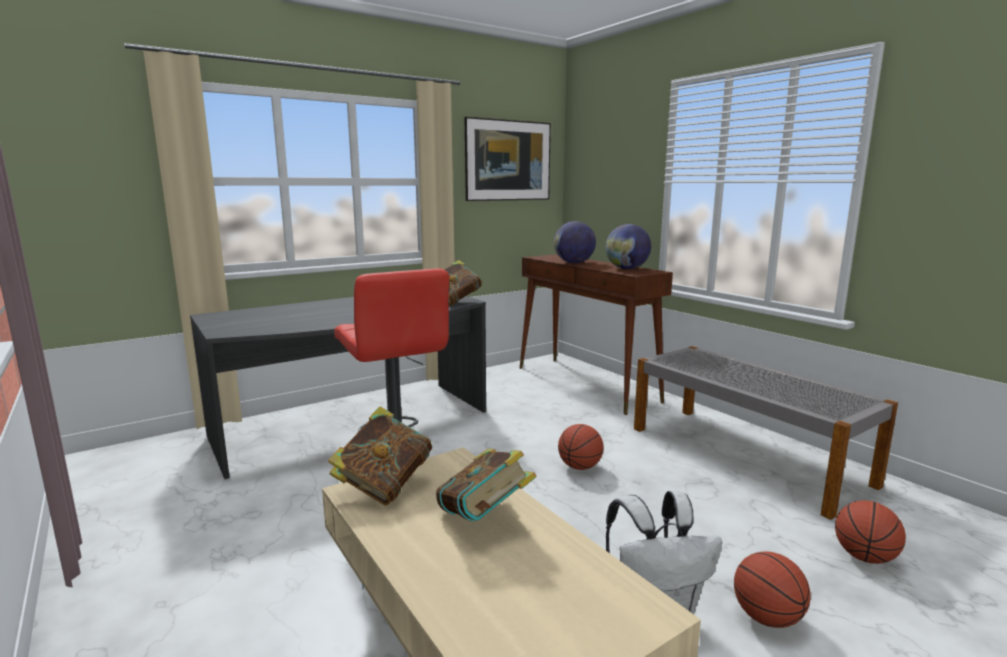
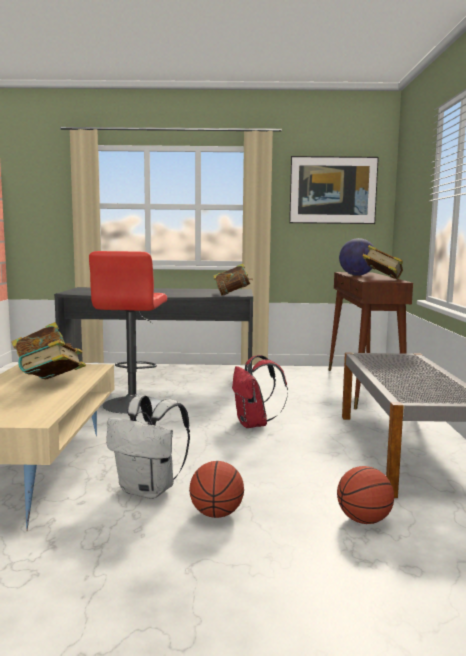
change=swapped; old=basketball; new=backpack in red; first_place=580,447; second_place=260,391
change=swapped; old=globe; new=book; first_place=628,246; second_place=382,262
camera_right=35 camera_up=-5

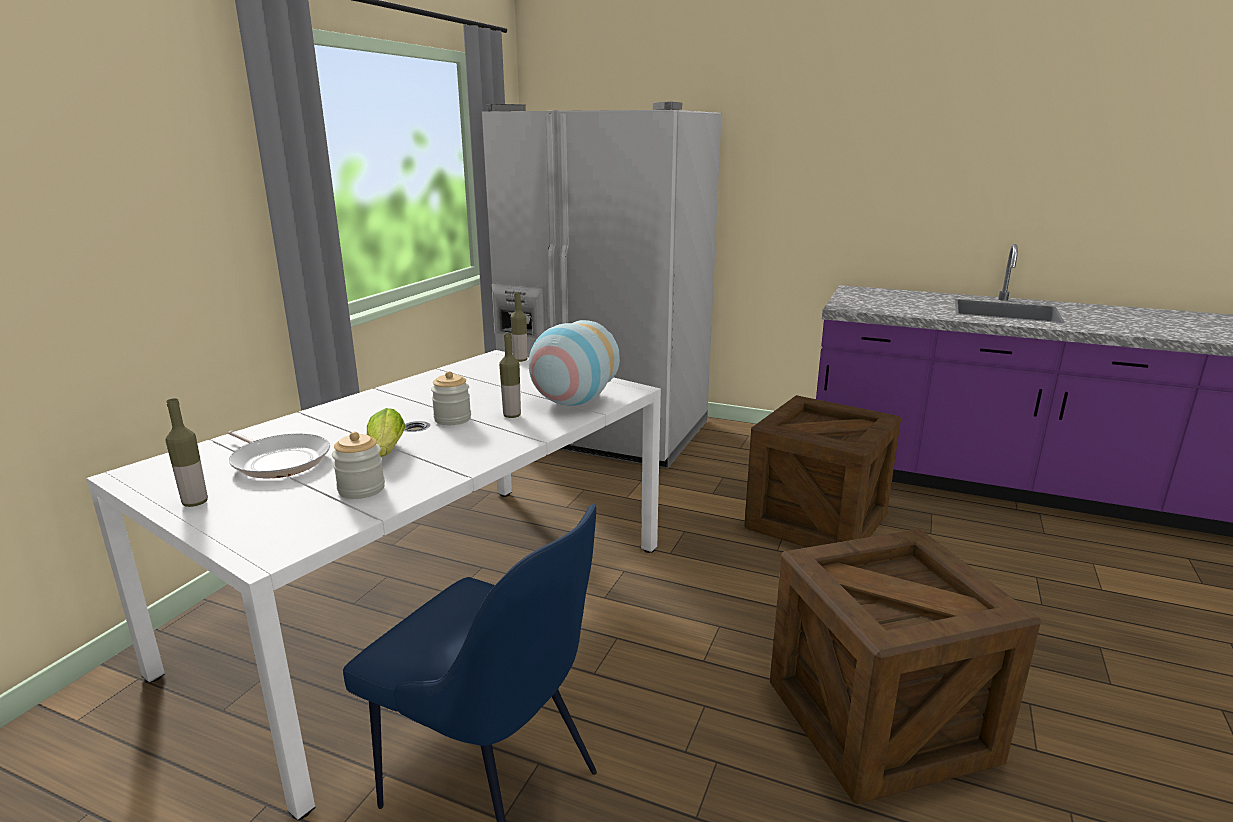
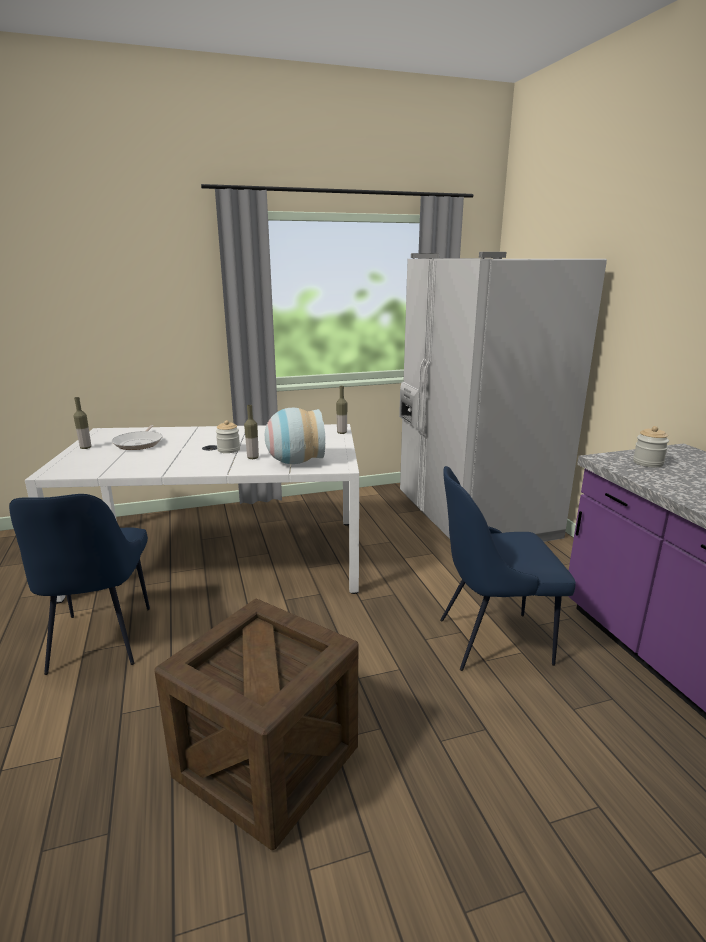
change=swapped; old=crate; new=chair in blue; first_place=822,471; second_place=508,568
change=shifted; old=jar; first_place=358,465; second_place=651,446
change=gone; old=lettuce; first_place=386,432
camera_right=50 camera_up=0

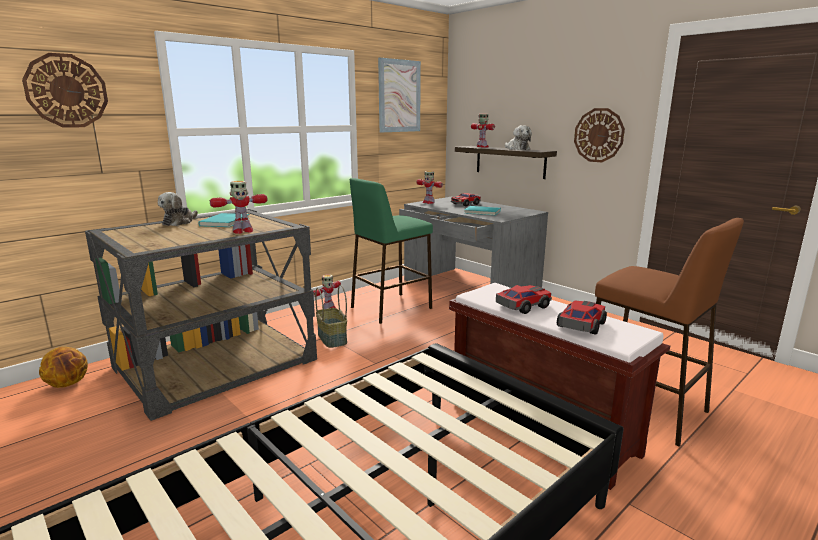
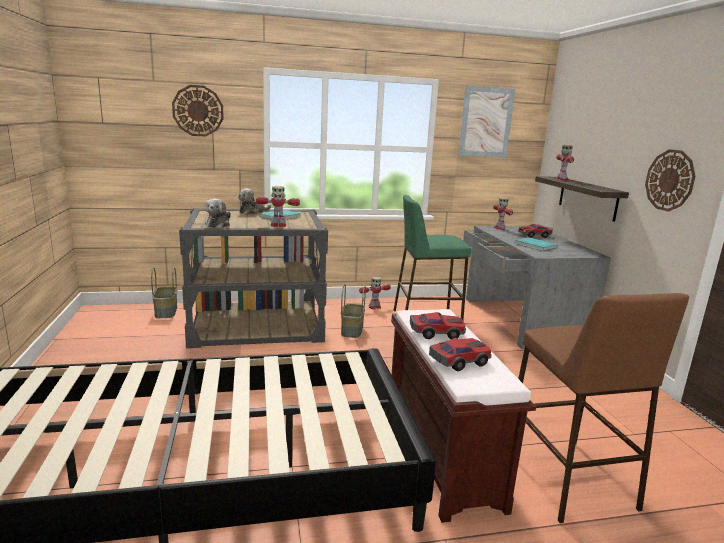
change=swapped; old=basketball; new=basket; first_place=63,367; second_place=164,292
change=shifted; old=plush toy; first_place=518,137; second_place=218,213
camera_right=30 camera_up=0

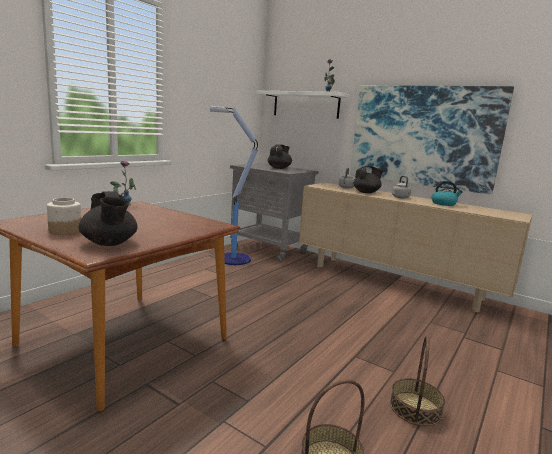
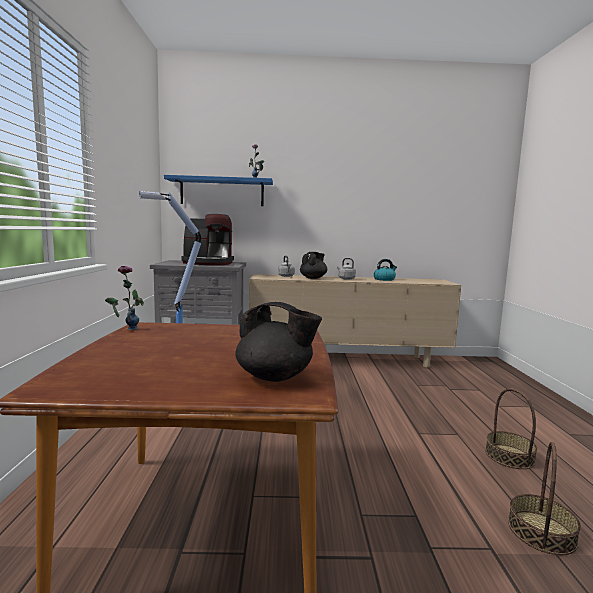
change=repainted; old=shelf in white; new=shelf in blue; first_place=303,105; second_place=218,190
change=swapped; old=teapot in black; new=coffee machine; first_place=280,156; second_place=207,239
change=gone; old=jar; first_place=64,216
change=gone; old=picture; first_place=432,140
camera_right=-35 camera_up=-5

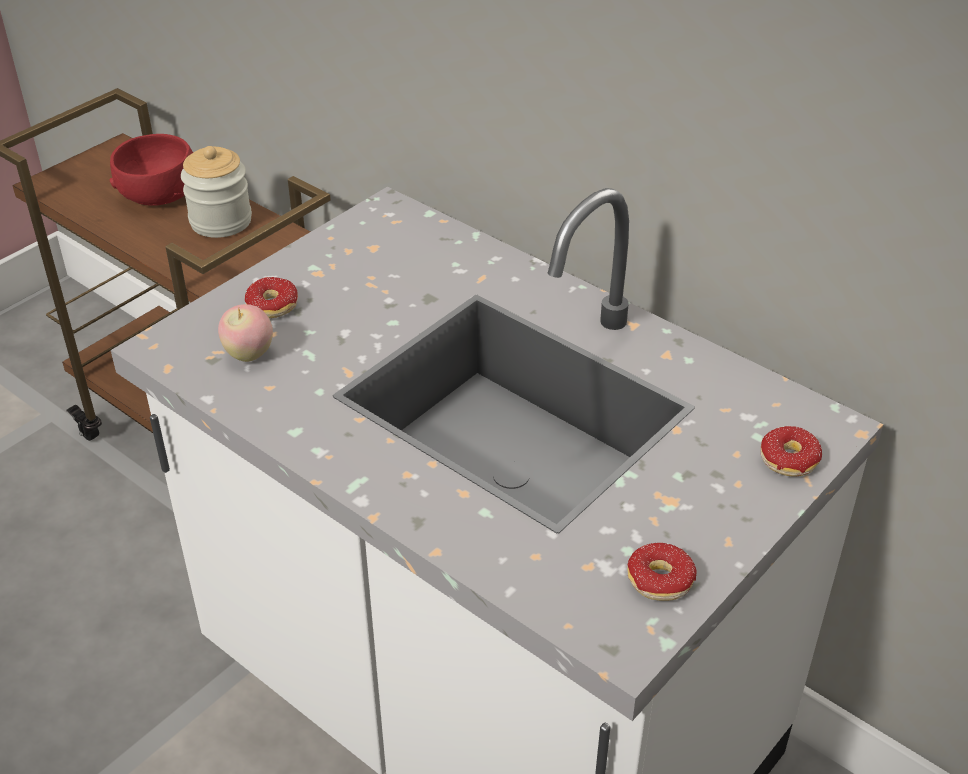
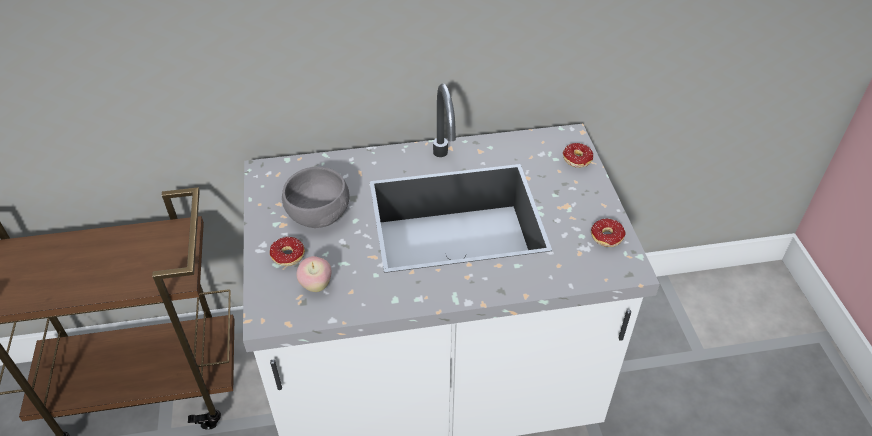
change=new; new=bowl in grey; second_place=316,197
change=gone; old=bowl in red; first_place=151,170
change=gone; old=jar; first_place=216,192
camera_right=-50 camera_up=5

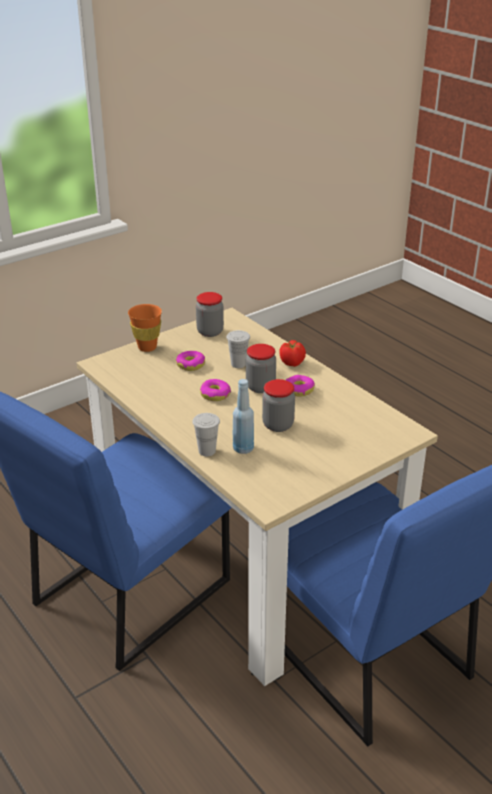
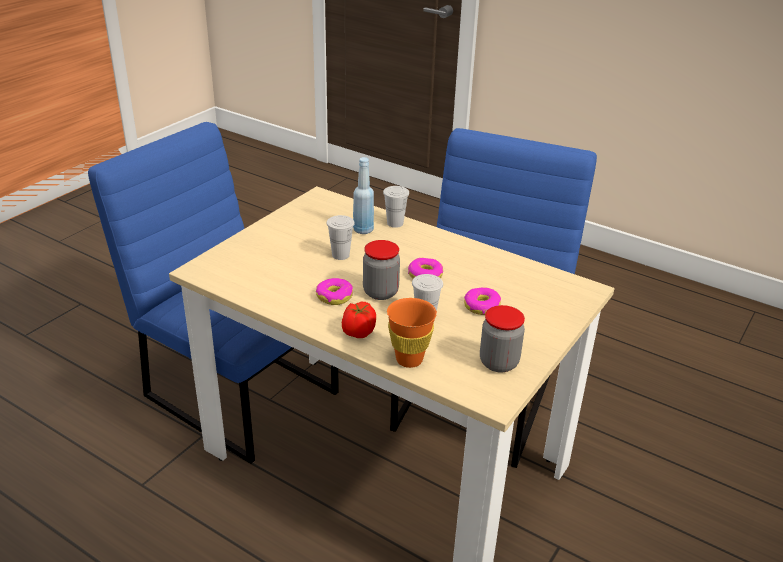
change=swapped; old=jar; new=cup in white; first_place=278,405; second_place=340,237
change=shifted; old=cup in orange; first_place=145,328; second_place=412,333
camera_right=160 camera_up=0

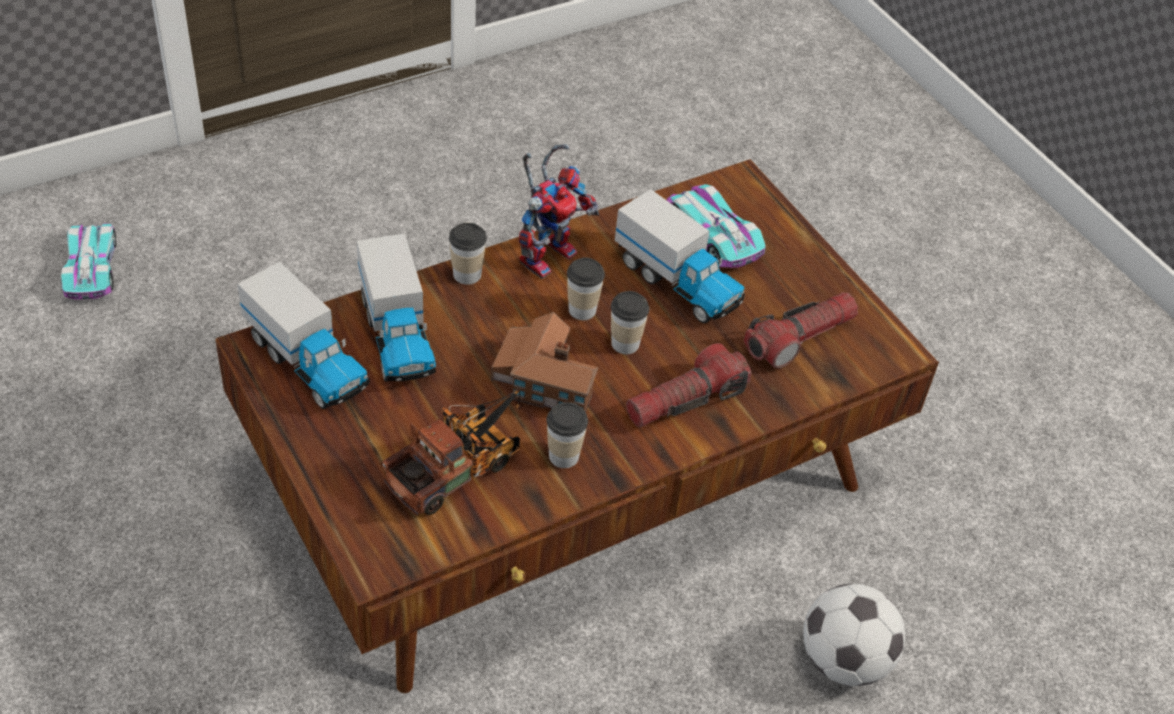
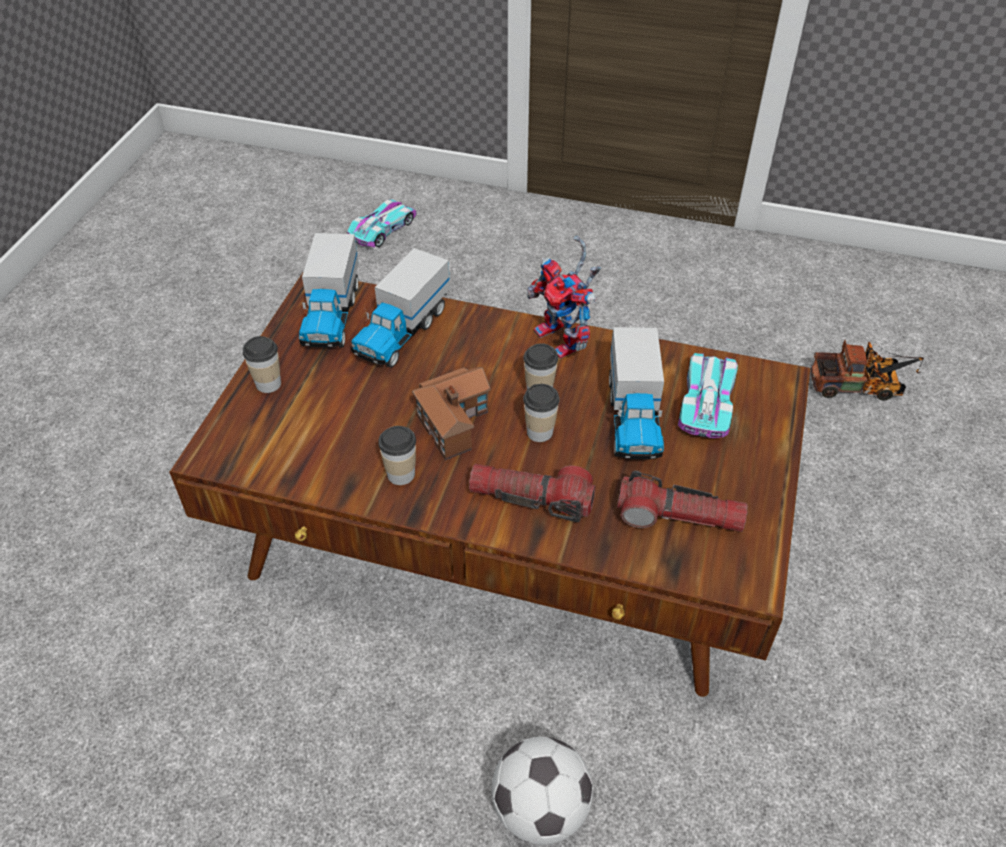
change=shifted; old=cup; first_place=468,254; second_place=262,364
change=rotated; old=toy robot; first_place=559,211; second_place=564,297; degrees=60
change=shifted; old=toy truck; first_place=451,452; second_place=867,370
camera_right=50 camera_up=0

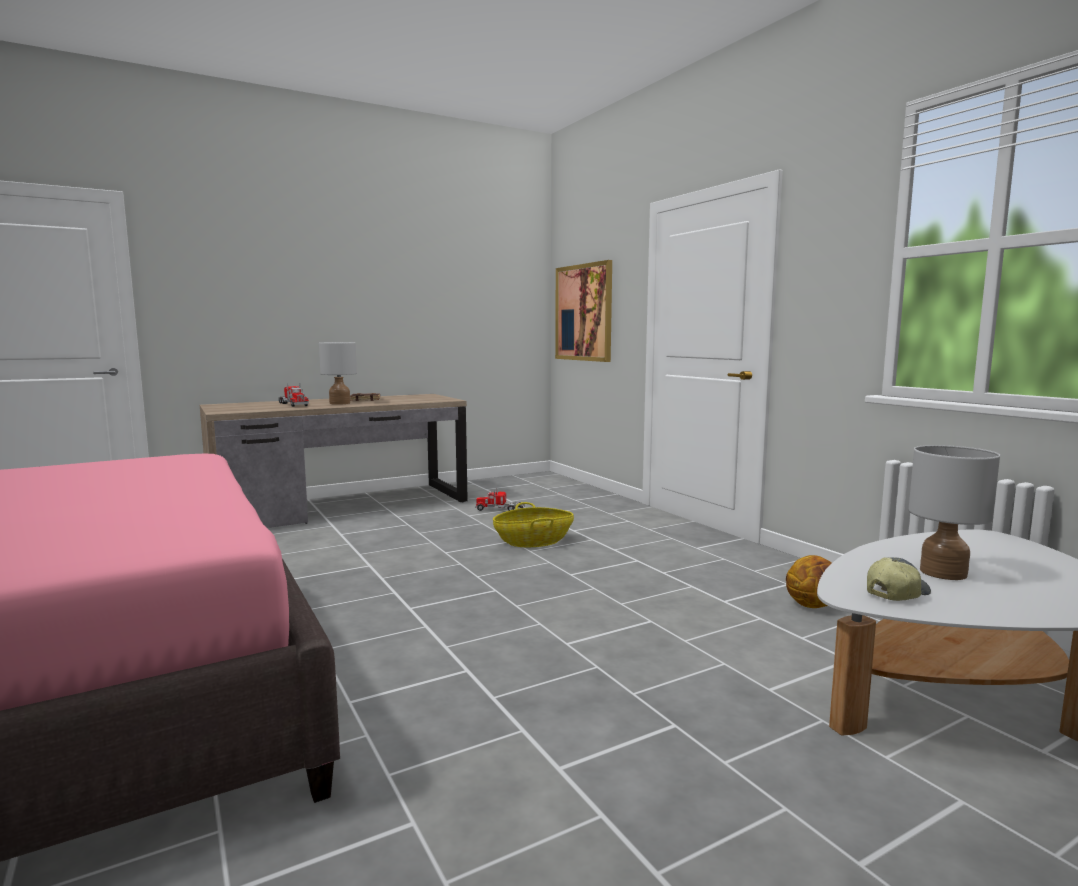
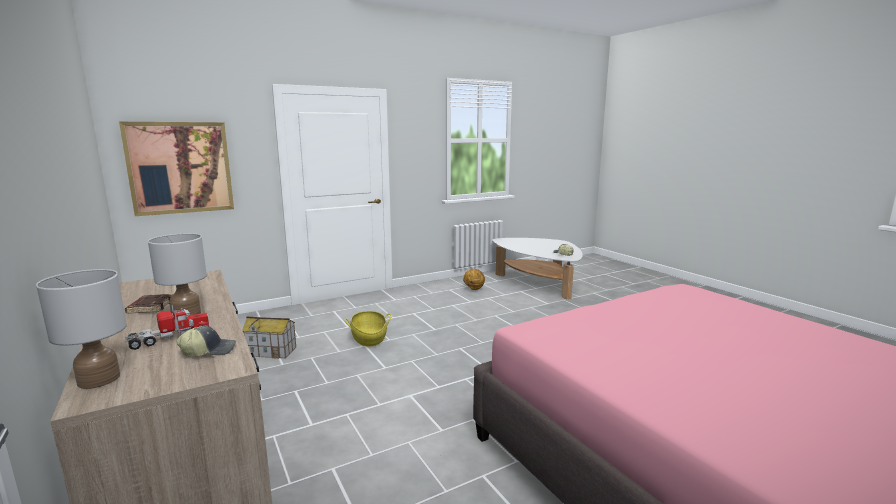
change=shifted; old=table lamp in grey; first_place=954,512; second_place=81,329
change=new; new=cap; second_place=206,341
change=swapped; old=toy truck; new=toy house; first_place=500,499; second_place=269,338
camera_right=-90 camera_up=5

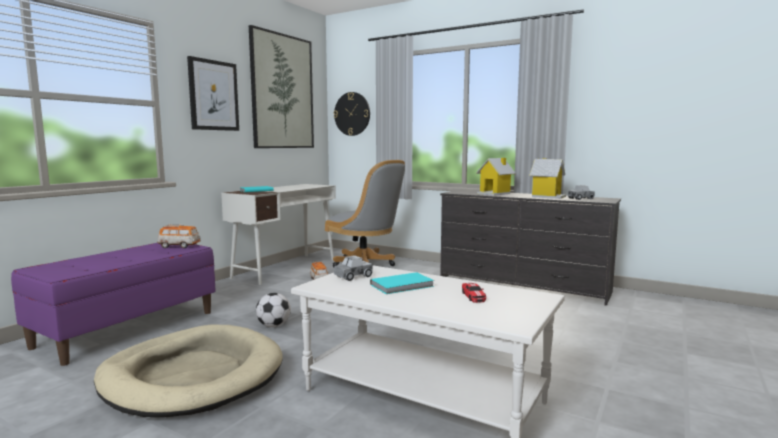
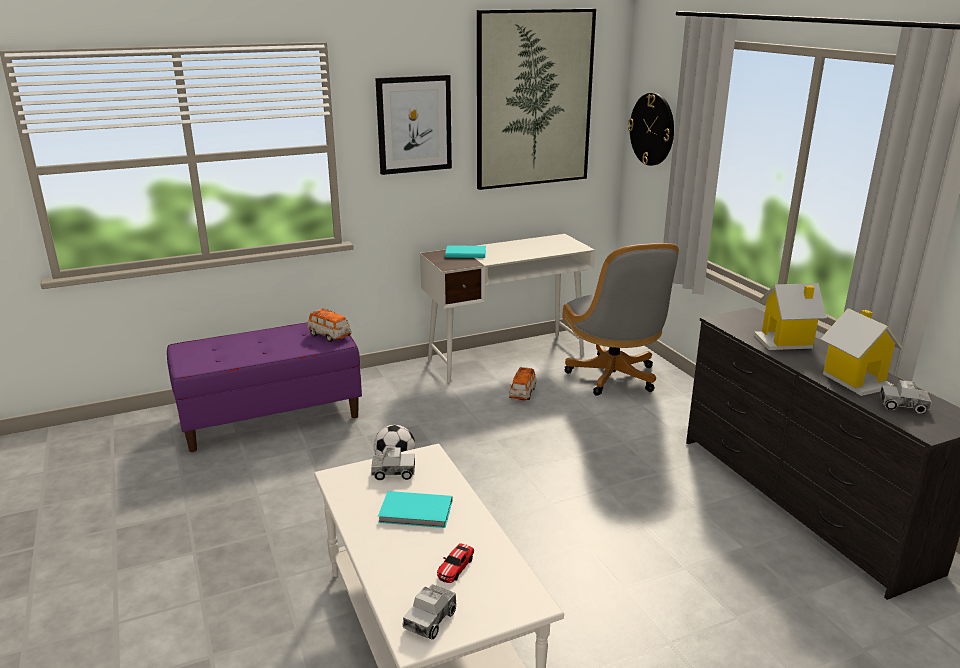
change=new; new=toy truck; second_place=429,612
change=gone; old=dog bed in beige; first_place=188,371
camera_right=35 camera_up=15

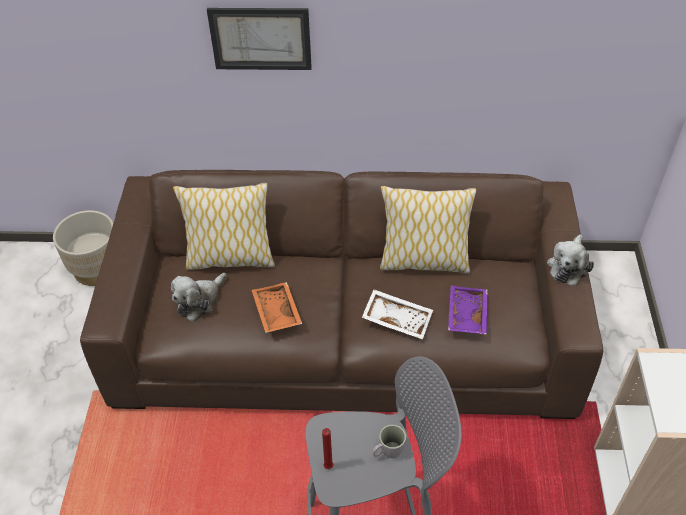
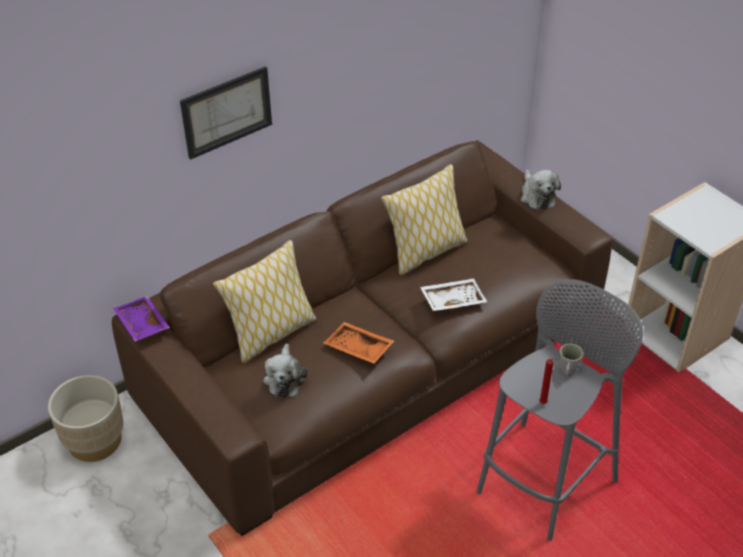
change=shifted; old=tray in purple; first_place=467,310; second_place=141,318
camera_right=-40 camera_up=-5

